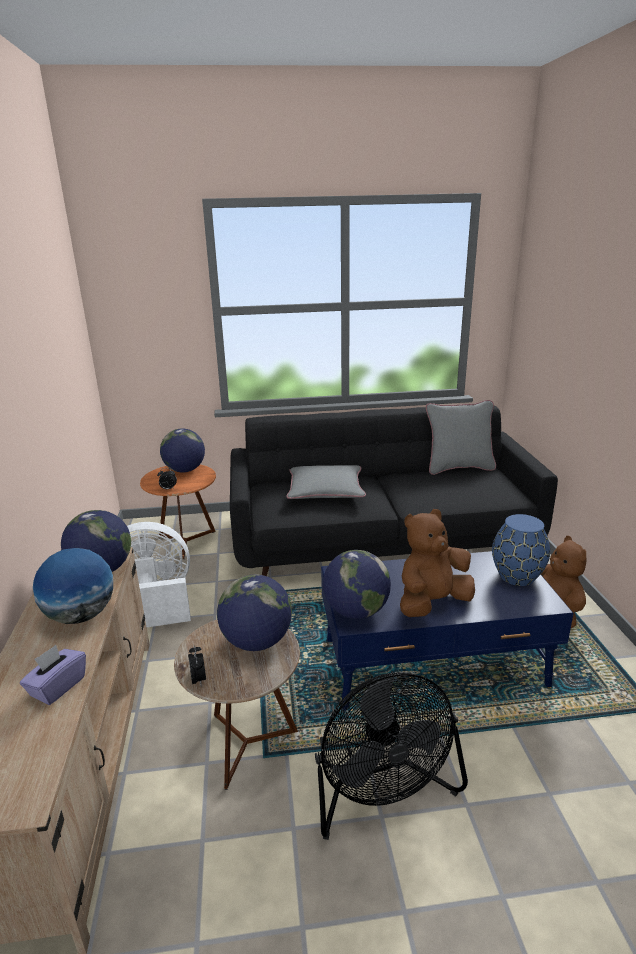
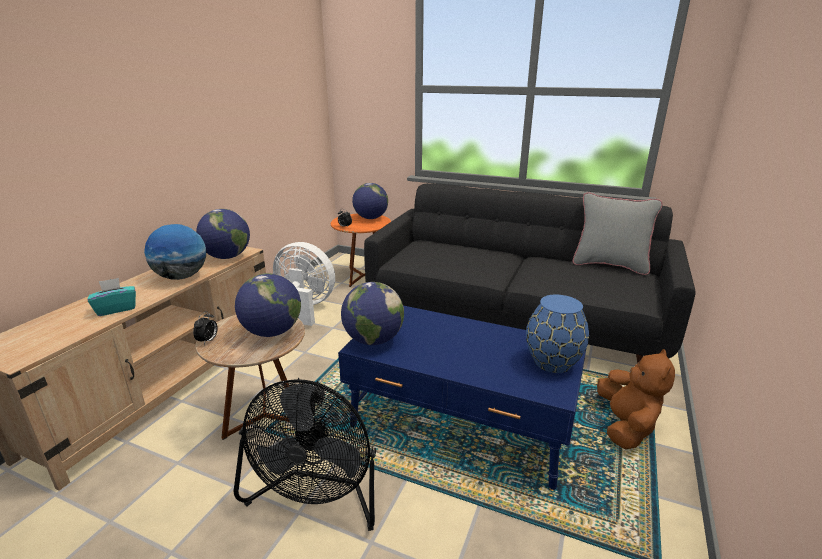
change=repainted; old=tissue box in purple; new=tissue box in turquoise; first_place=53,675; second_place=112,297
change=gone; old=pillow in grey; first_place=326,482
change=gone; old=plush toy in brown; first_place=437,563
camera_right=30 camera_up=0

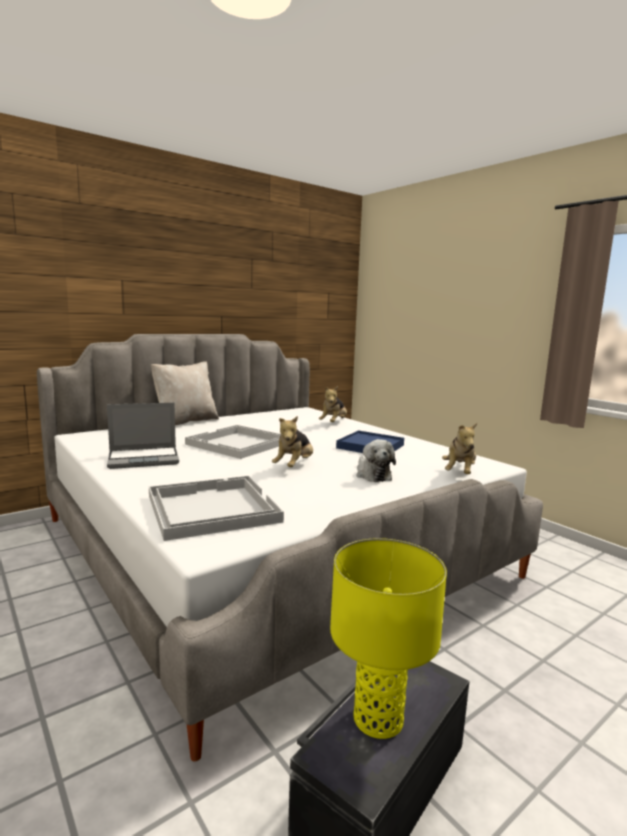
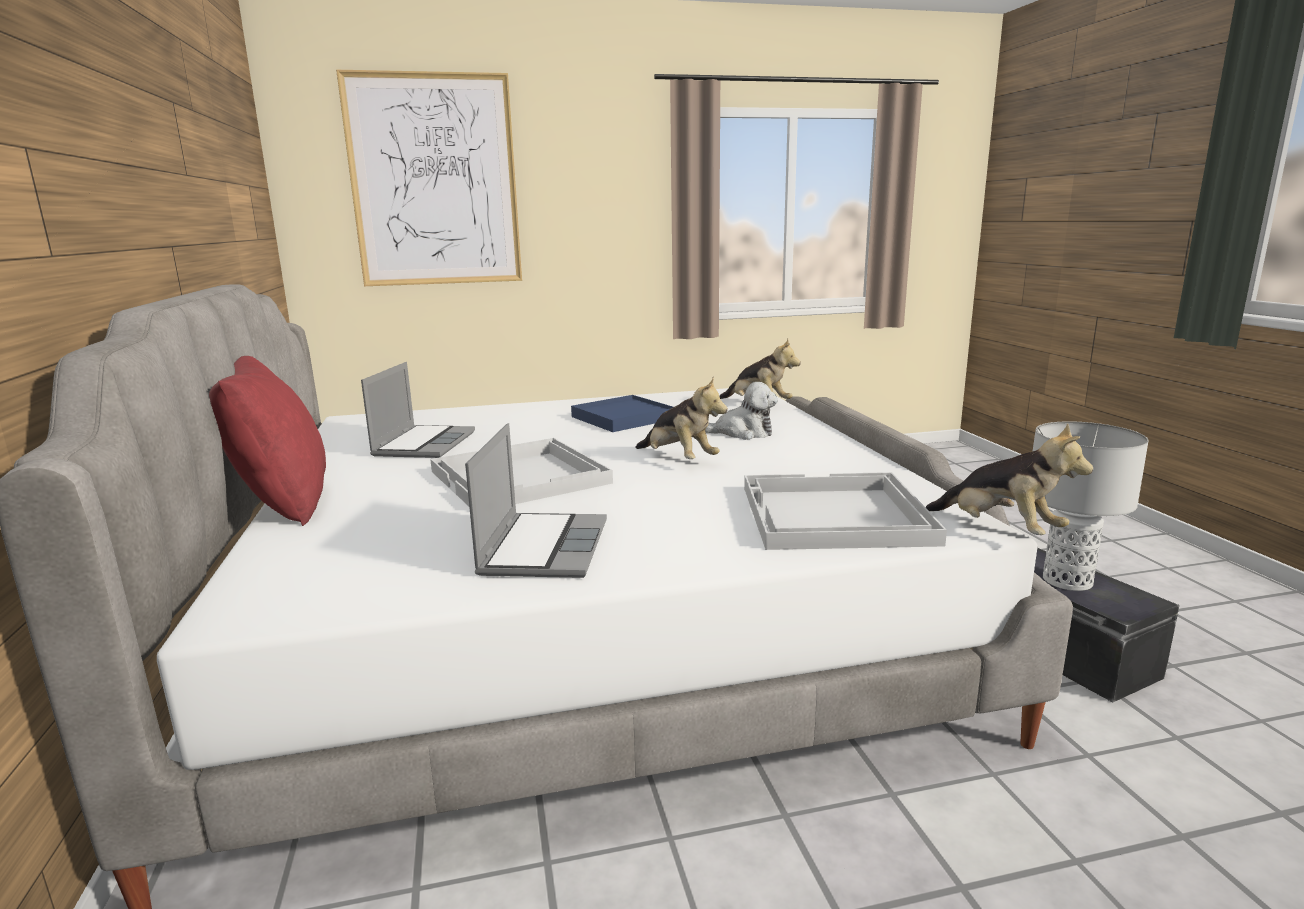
change=repainted; old=pillow in beige; new=pillow in red; first_place=185,393; second_place=267,441
change=new; new=picture; second_place=429,178
change=new; new=laptop; second_place=418,410
change=shifted; old=plush toy; first_place=333,404; second_place=1009,479
change=repainted; old=table lamp in yellow; new=table lamp in white; first_place=388,638; second_place=1090,506
camera_right=-65 camera_up=5

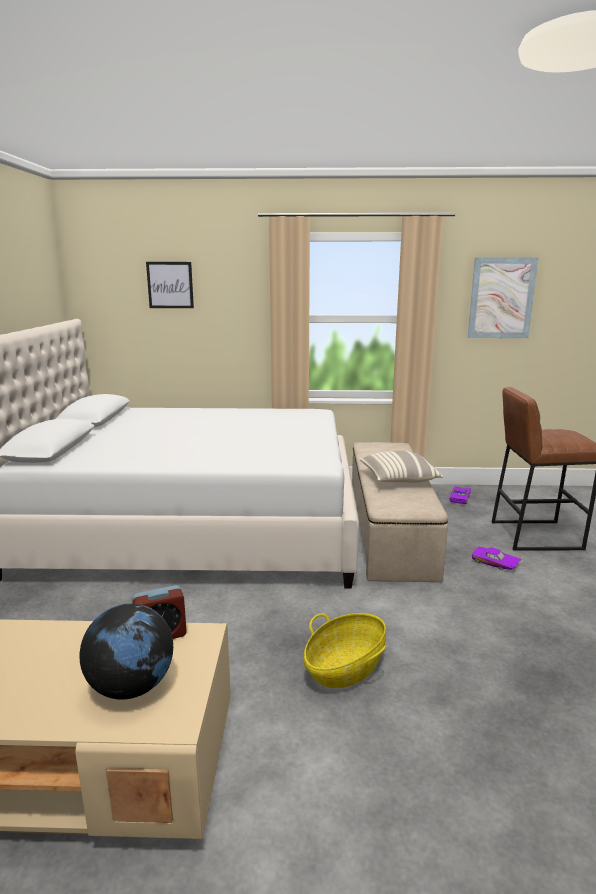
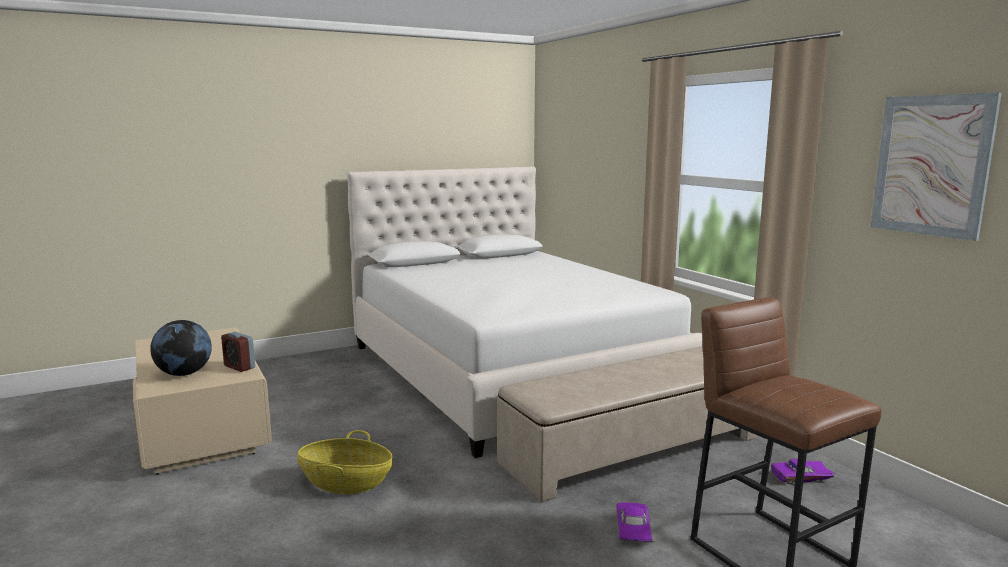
change=gone; old=picture; first_place=170,285
change=gone; old=pillow; first_place=401,467
camera_right=60 camera_up=-5

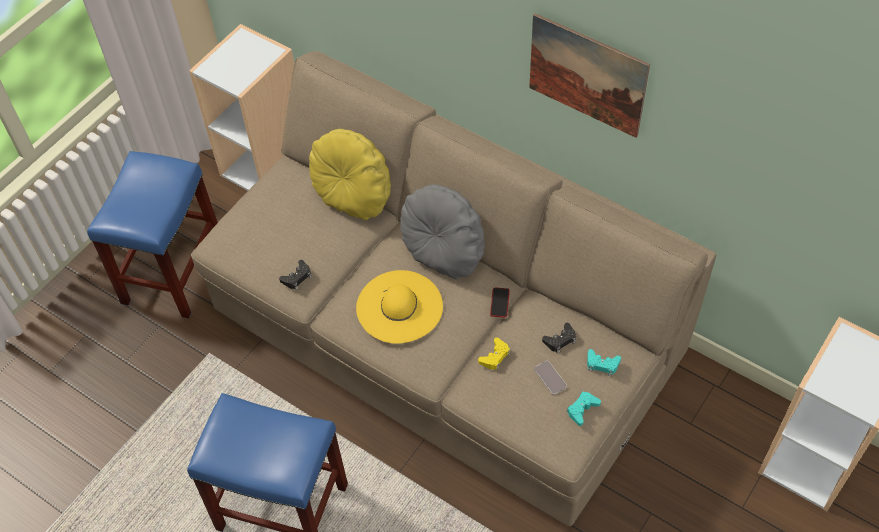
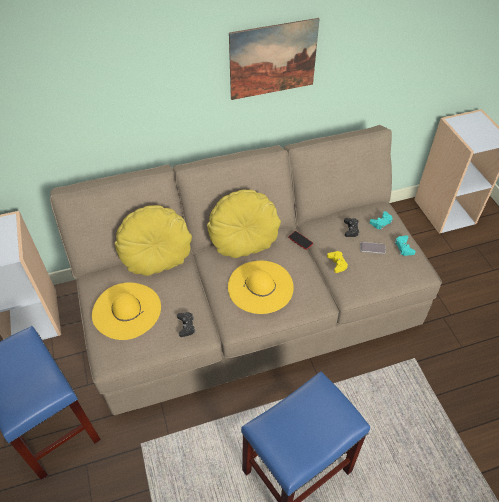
change=new; new=hat in yellow; second_place=126,311
change=repainted; old=pillow in grey; new=pillow in yellow; first_place=442,231; second_place=244,224
camera_right=-55 camera_up=-5

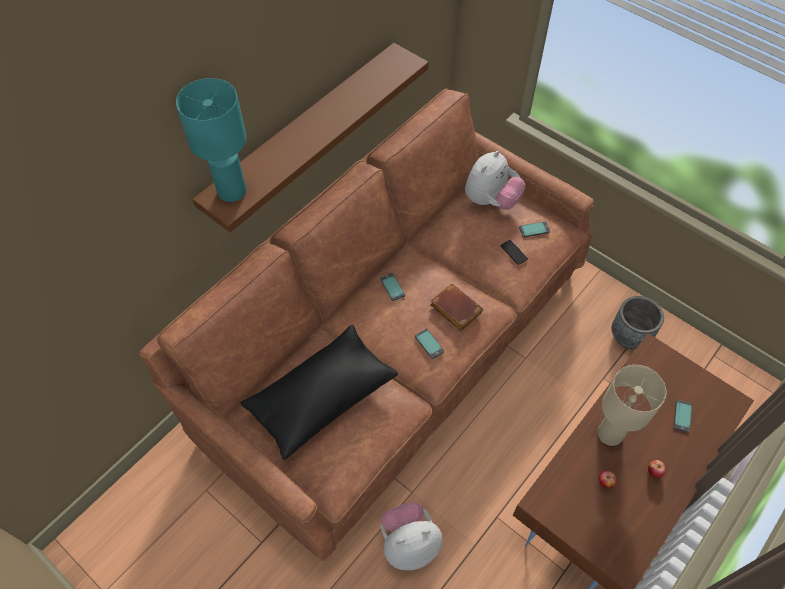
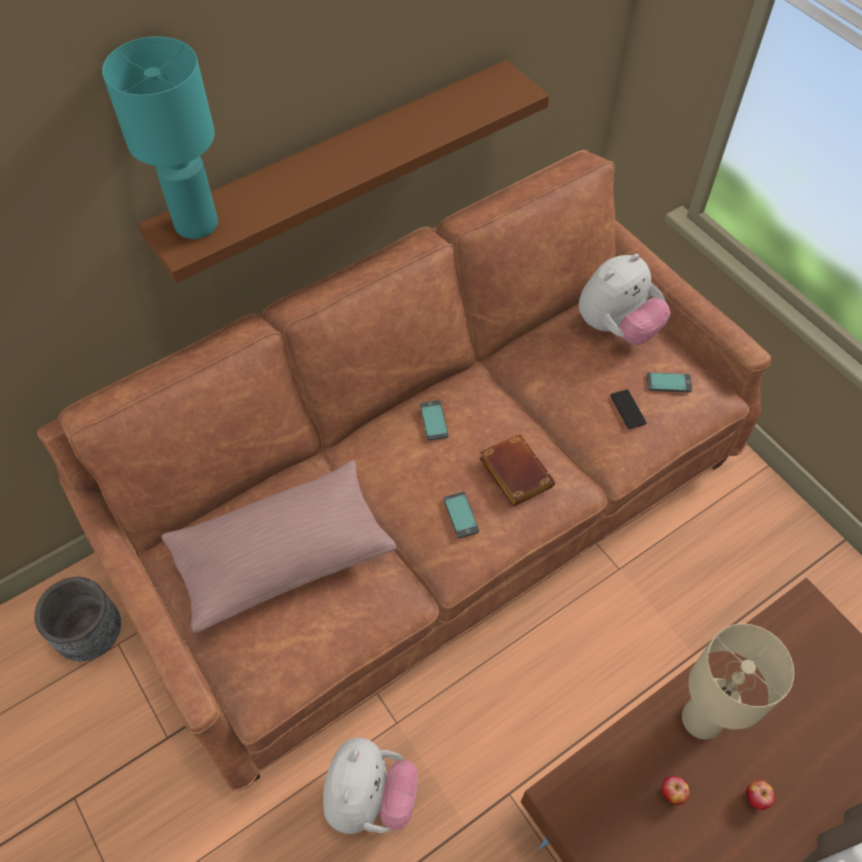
change=shifted; old=planter in grey; first_place=638,323; second_place=77,619
change=repainted; old=pillow in black; new=pillow in pink; first_place=319,392; second_place=279,547
change=rotated; old=plush toy; first_place=411,536; second_place=370,786; degrees=105
change=gone; old=phone; first_place=683,416
camera_right=15 camera_up=0

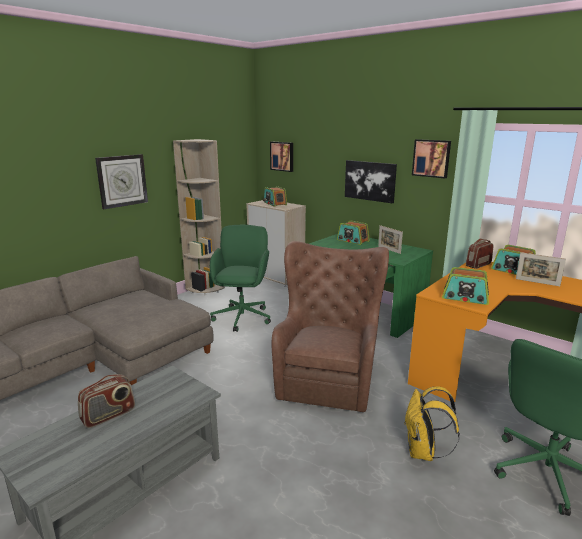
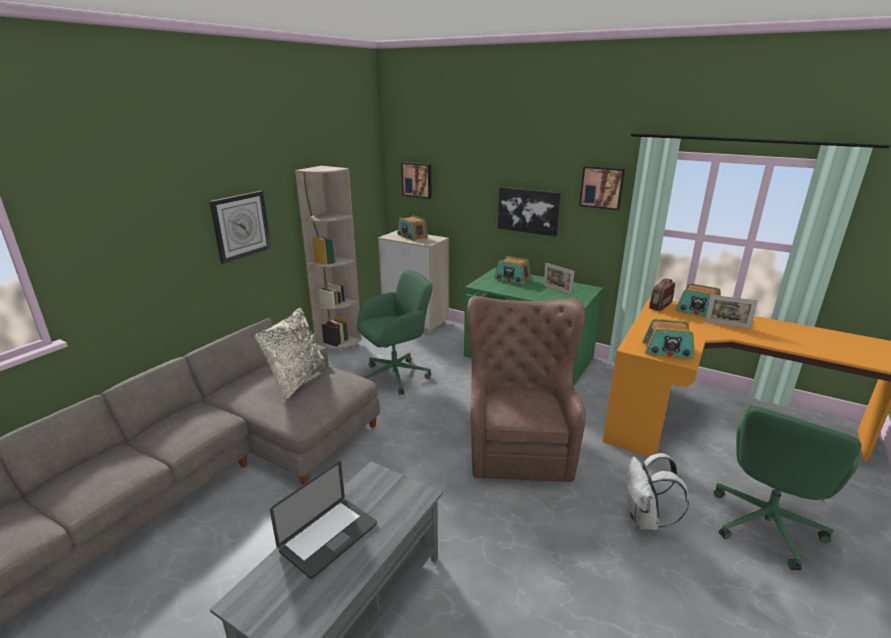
change=new; new=pillow in beige; second_place=290,353
change=swapped; old=radio; new=laptop; first_place=106,401; second_place=323,520
change=rotated; old=office chair in green; first_place=240,278; second_place=394,332; degrees=60
change=repainted; old=backpack in yellow; new=backpack in white; first_place=432,423; second_place=657,491
camera_right=-10 camera_up=5

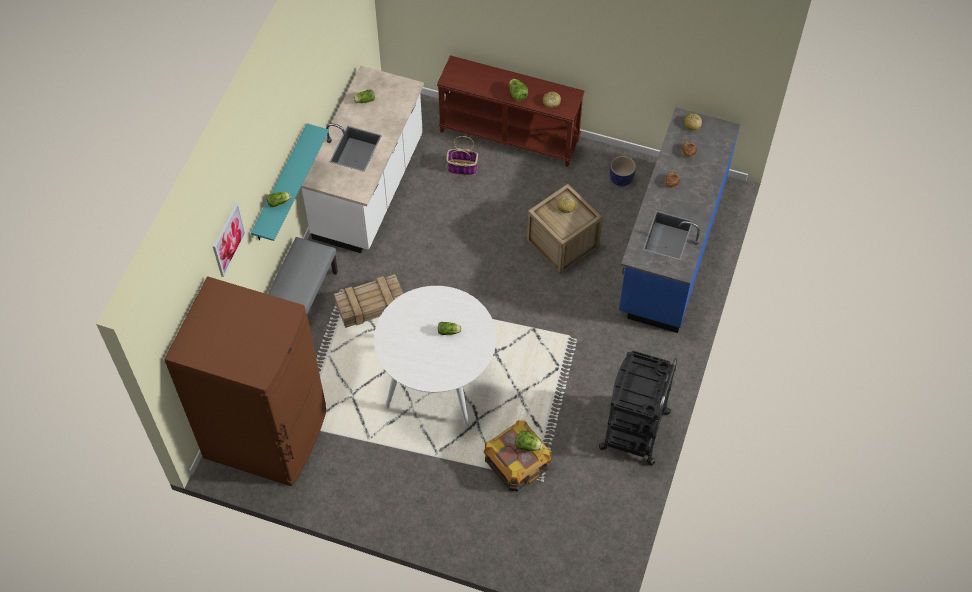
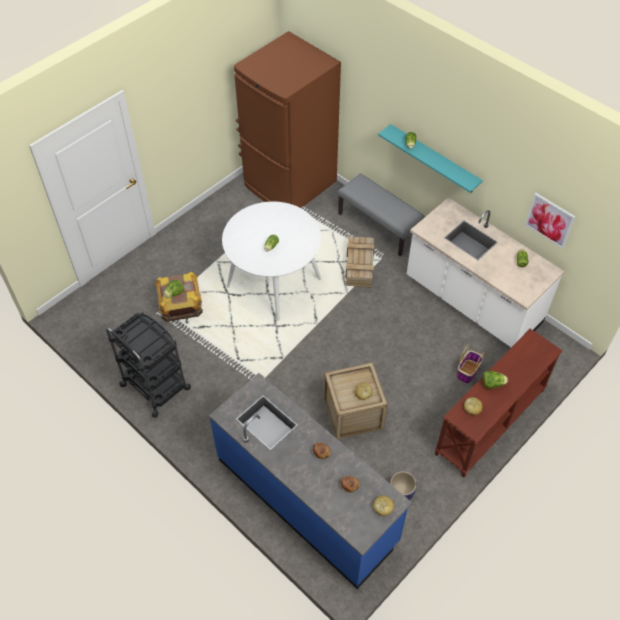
change=shifted; old=picture; first_place=229,239; second_place=550,221
camera_right=115 camera_up=-5

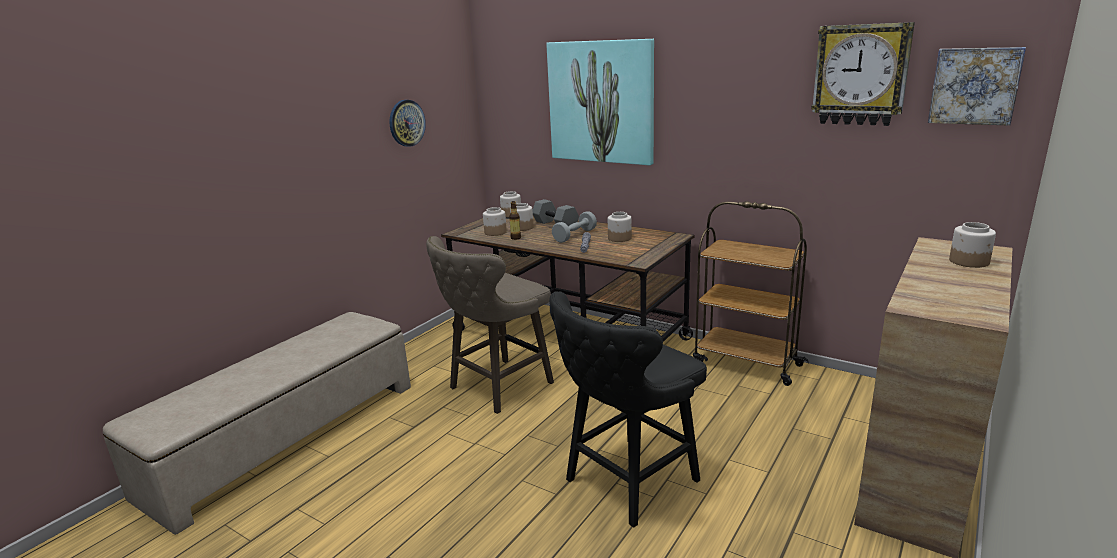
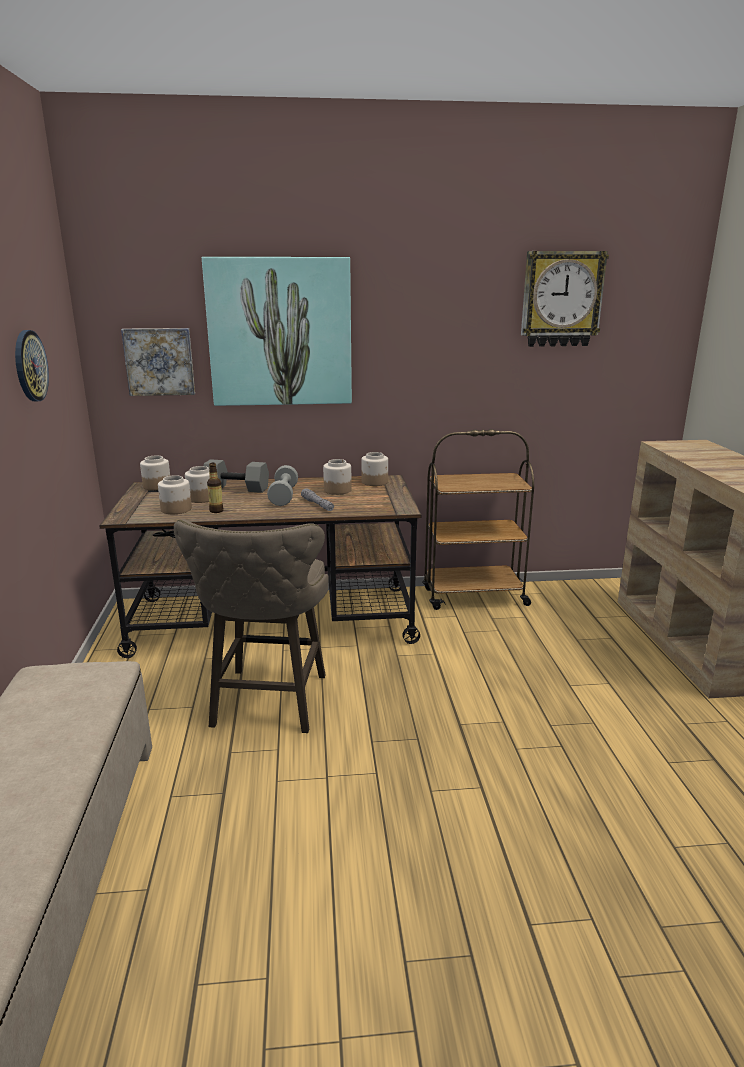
change=shifted; old=picture; first_place=977,86; second_place=158,362
change=shifted; old=jar; first_place=972,245; second_place=374,469
change=gone; old=stool in black; first_place=628,409
camera_right=-40 camera_up=0

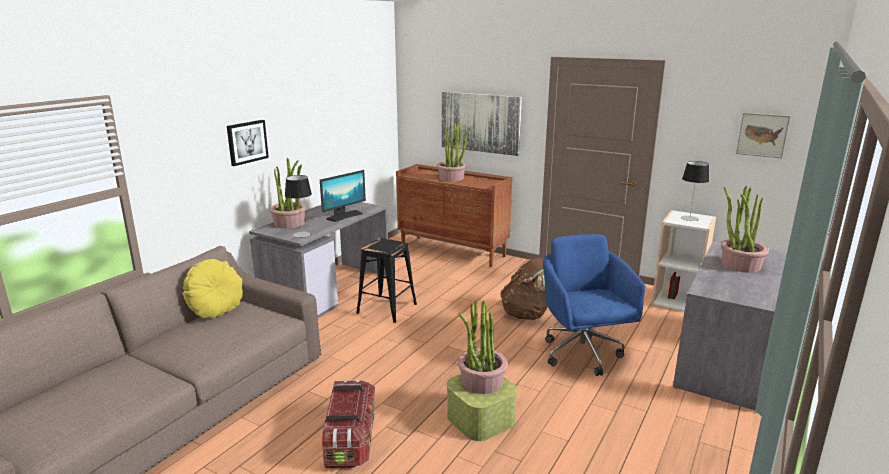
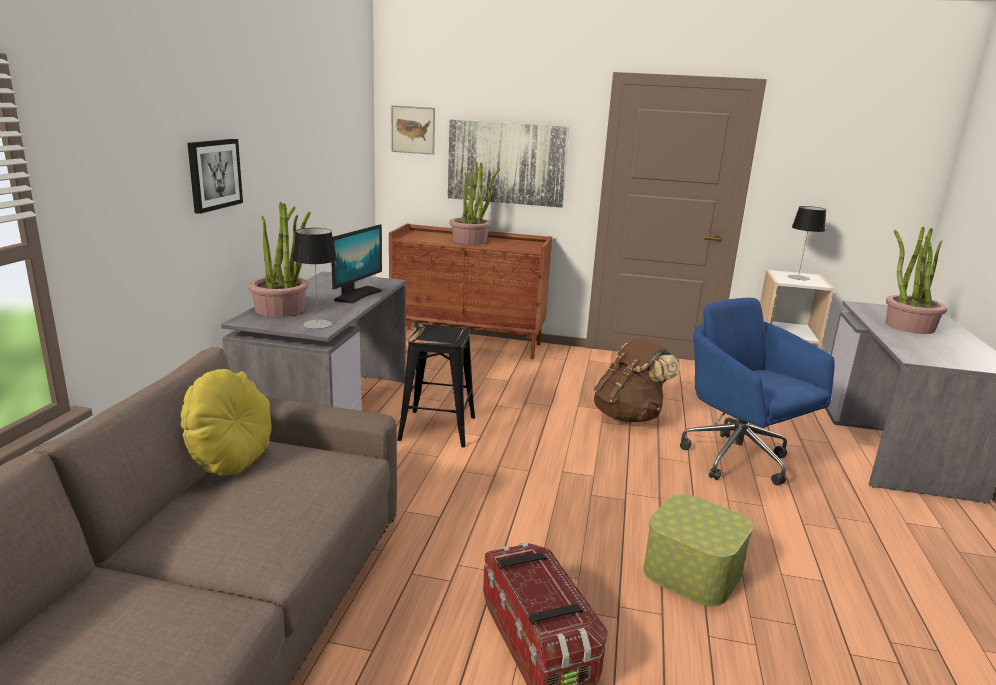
change=shifted; old=picture; first_place=763,135; second_place=413,130
change=gone; old=potted plant; first_place=483,347
camera_right=-20 camera_up=0

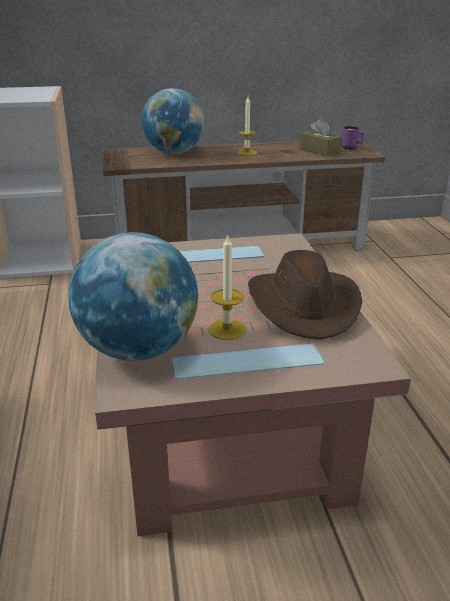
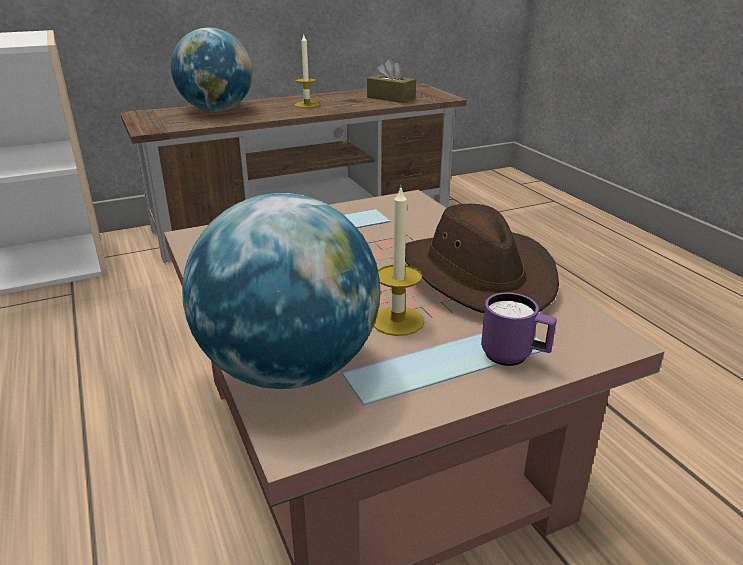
change=shifted; old=mug in purple; first_place=353,138; second_place=519,329
camera_right=-15 camera_up=0

